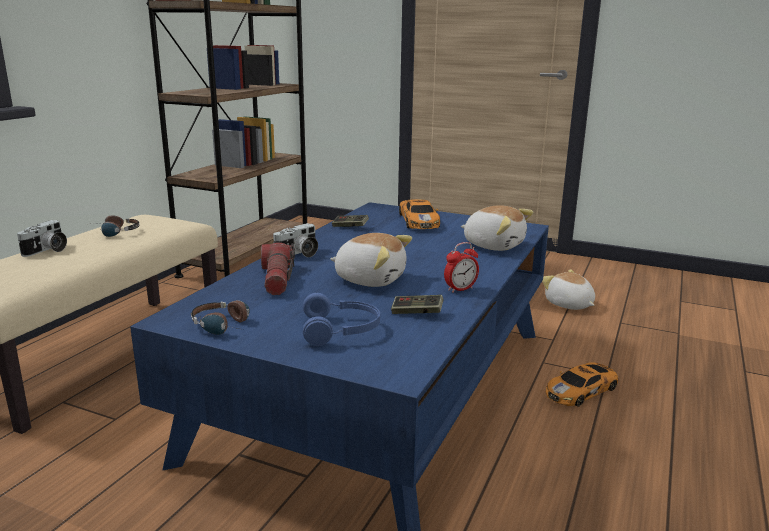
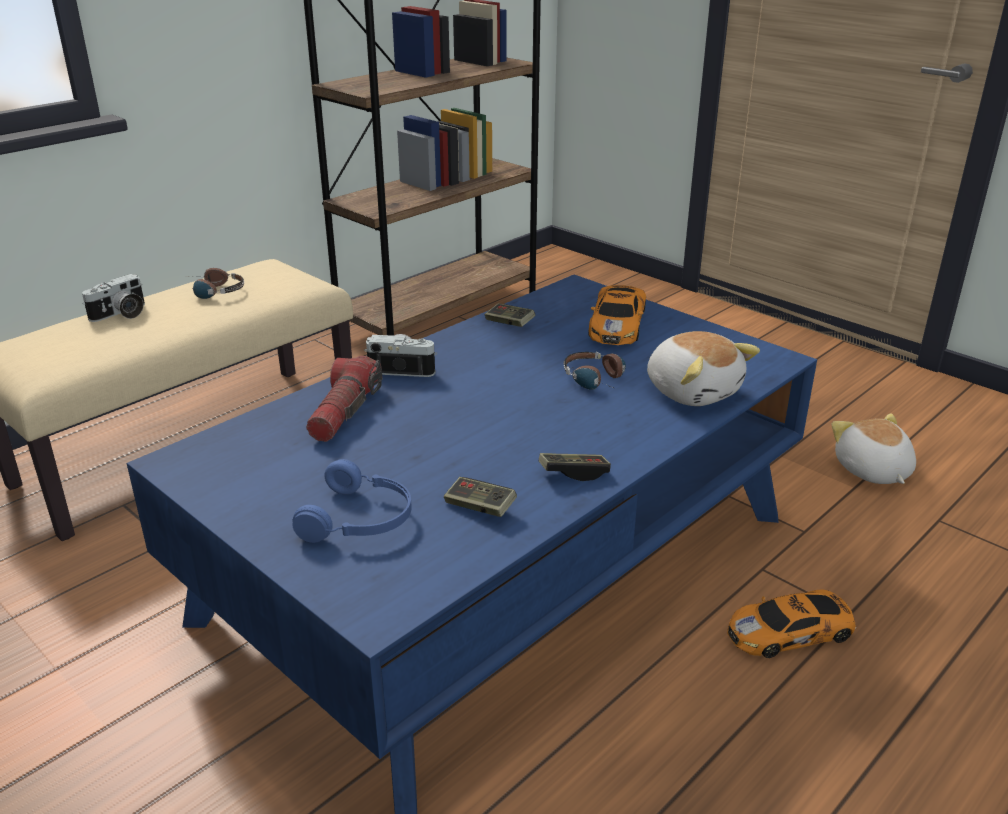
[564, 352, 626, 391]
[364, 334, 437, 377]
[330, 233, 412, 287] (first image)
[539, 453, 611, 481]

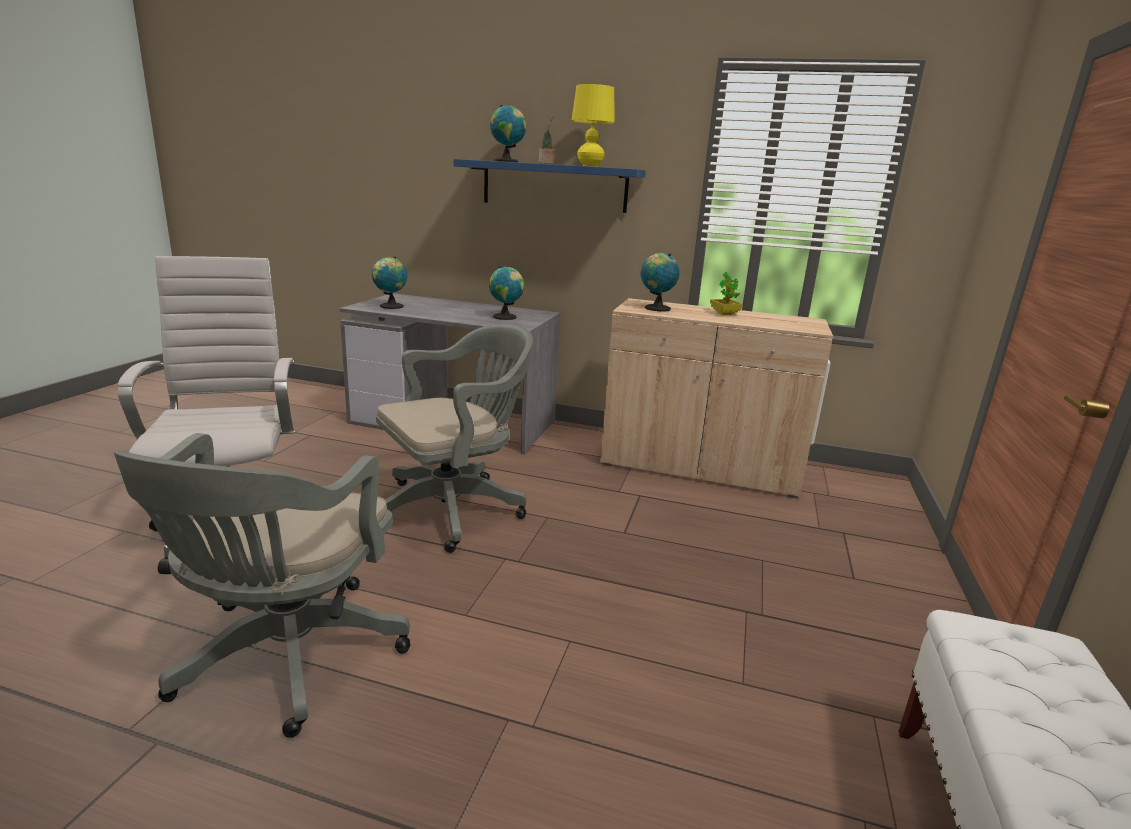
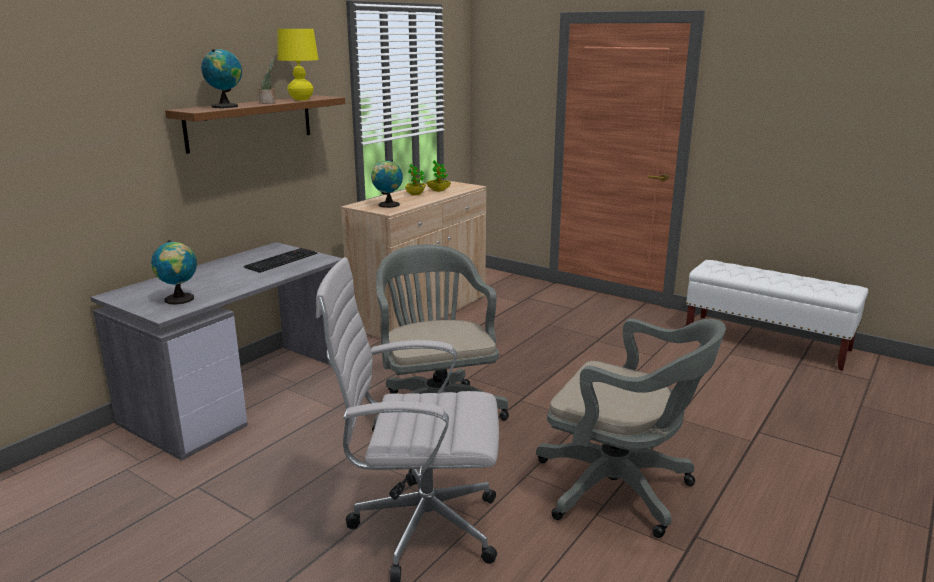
[165, 95, 345, 154]
[244, 248, 317, 273]
[427, 160, 451, 192]

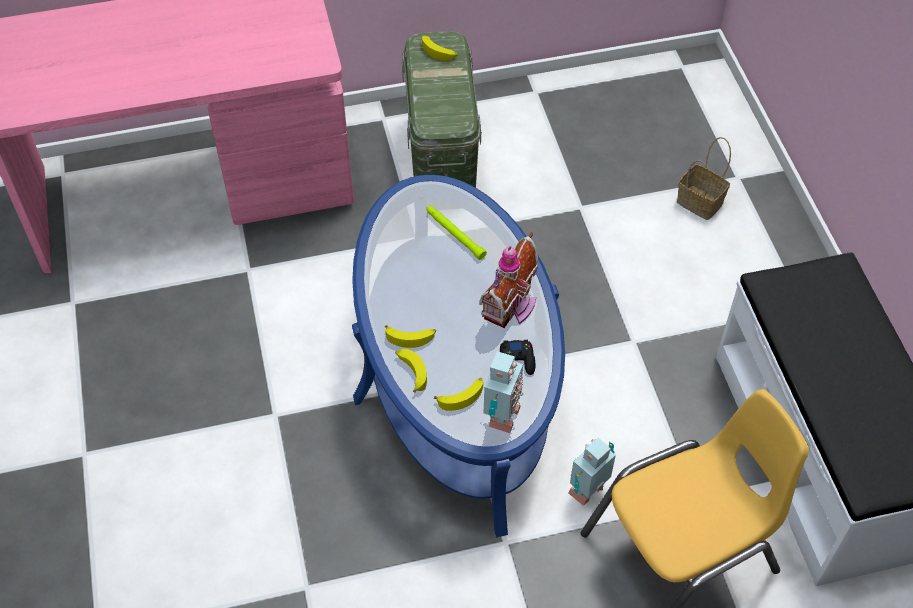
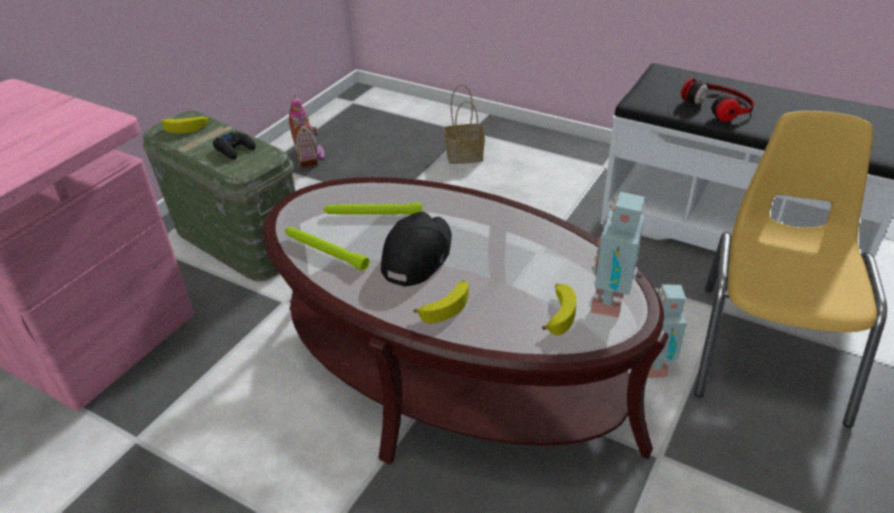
[262, 177, 669, 465]
[395, 349, 427, 393] (first image)
[289, 95, 325, 168]
[590, 192, 645, 318]
[213, 131, 256, 159]
[285, 227, 370, 271]
[381, 212, 452, 287]
[681, 78, 754, 122]

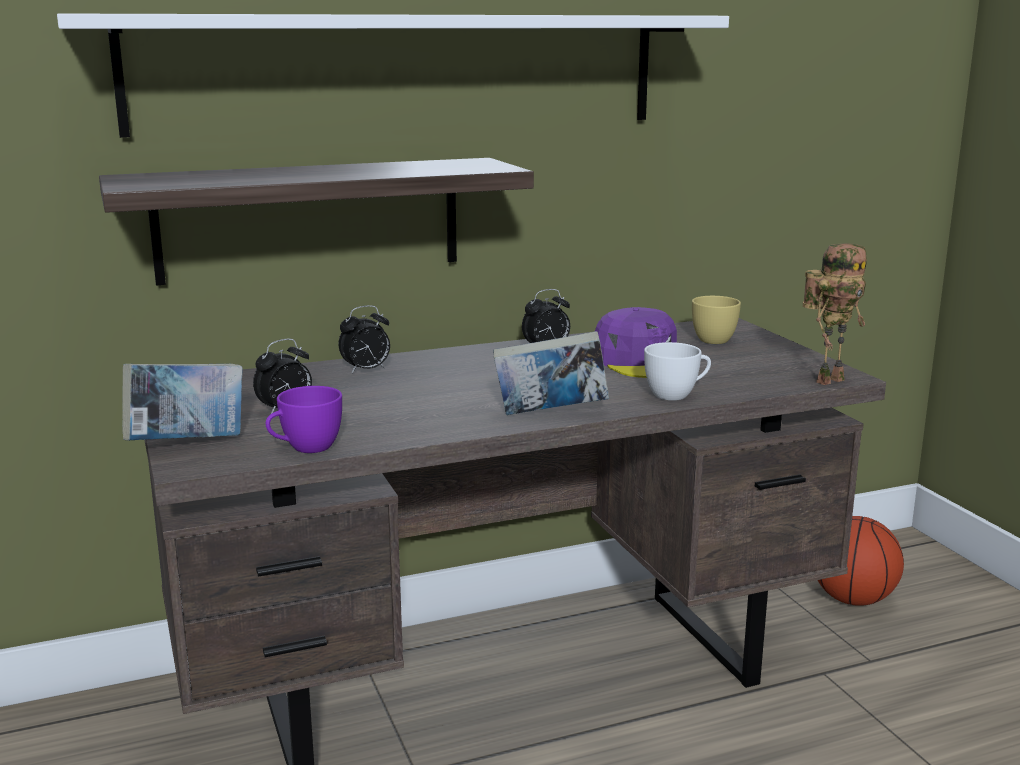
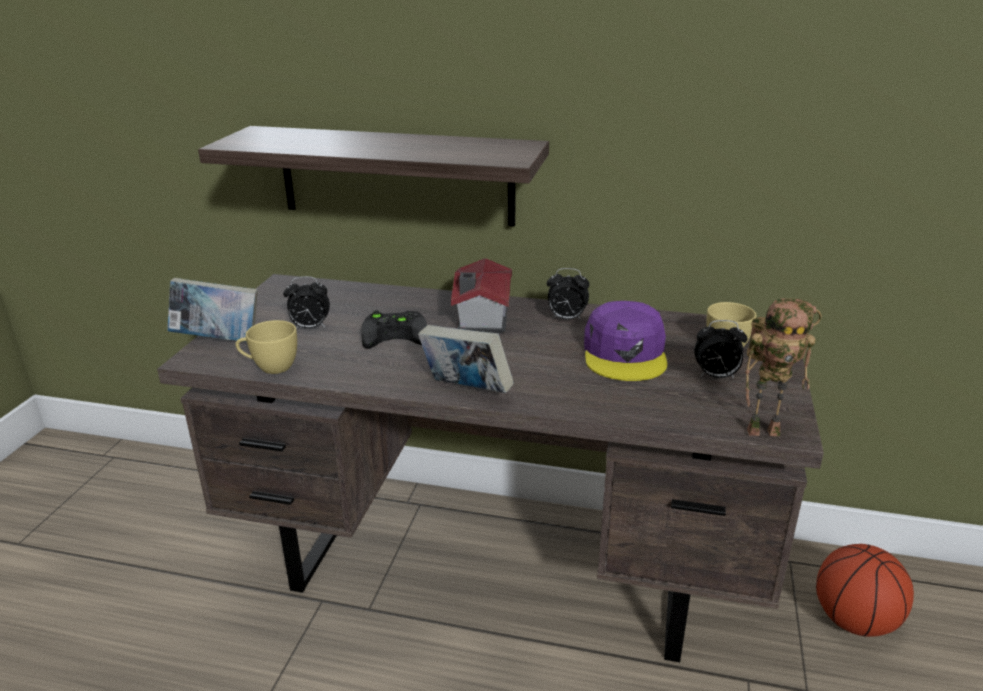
[57, 13, 729, 138] (first image)
[235, 320, 297, 374]
[694, 320, 747, 378]
[644, 342, 711, 401] (first image)
[361, 310, 427, 349]
[451, 258, 512, 333]

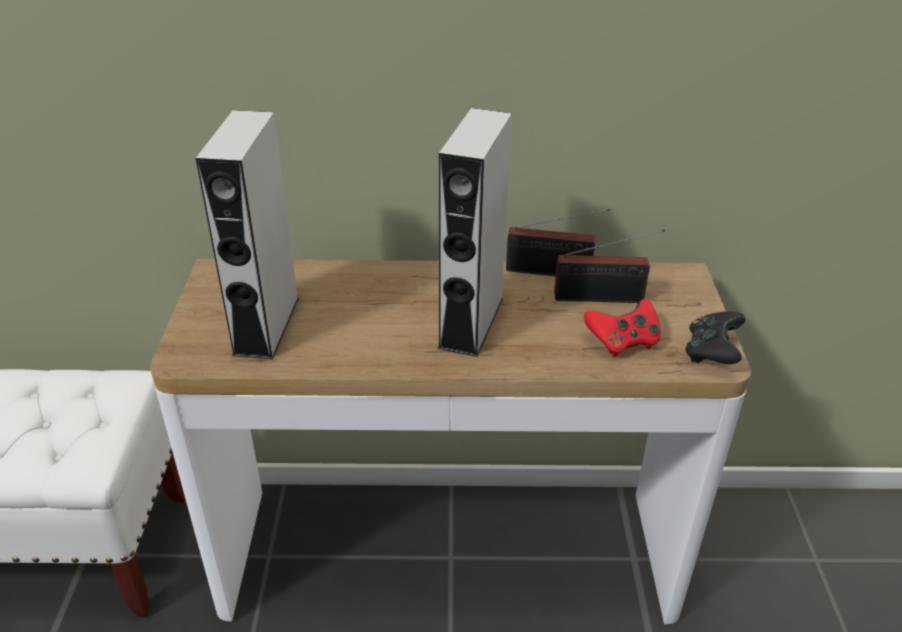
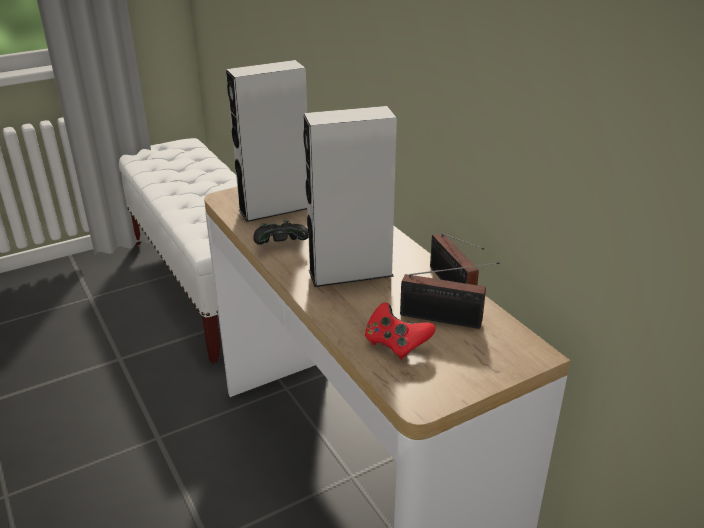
[400, 262, 499, 329]
[253, 220, 308, 245]

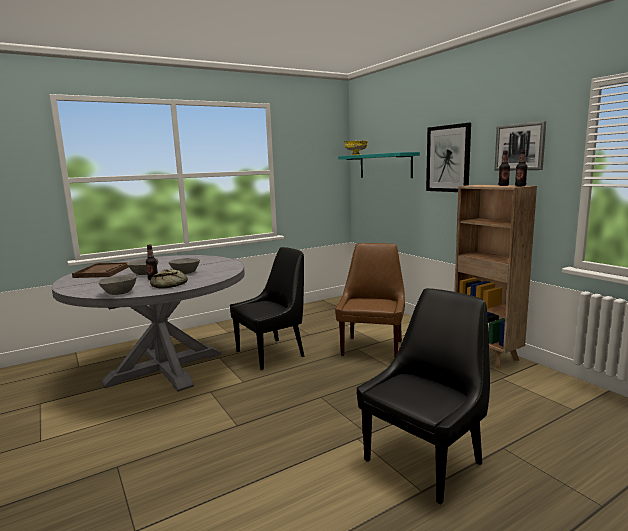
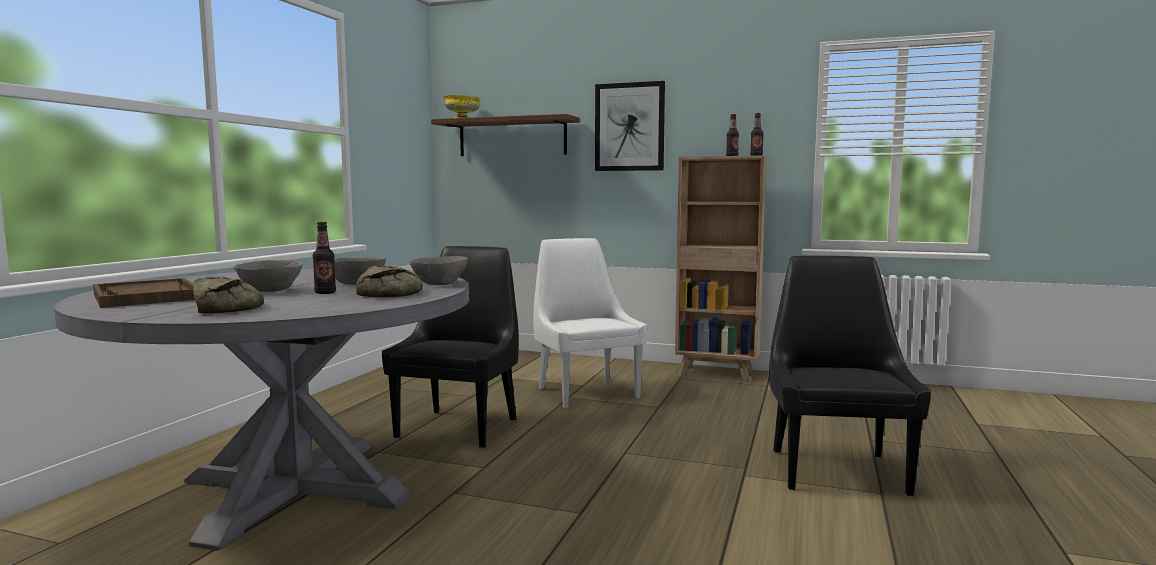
[410, 256, 468, 285]
[533, 238, 647, 408]
[431, 114, 579, 156]
[494, 121, 546, 171] (first image)
[193, 277, 264, 314]

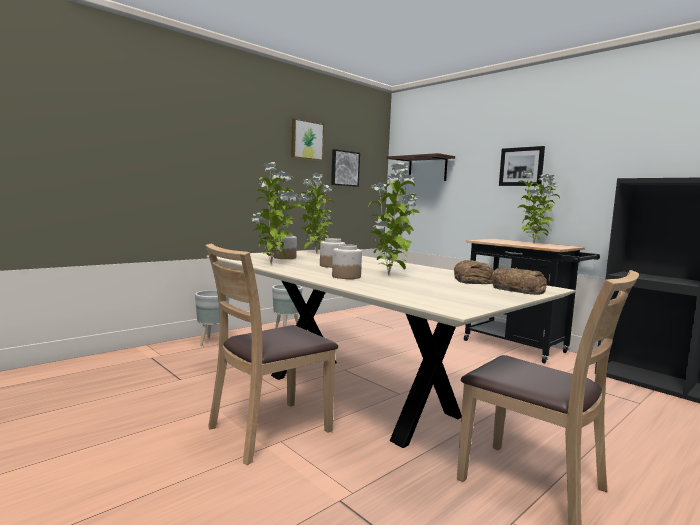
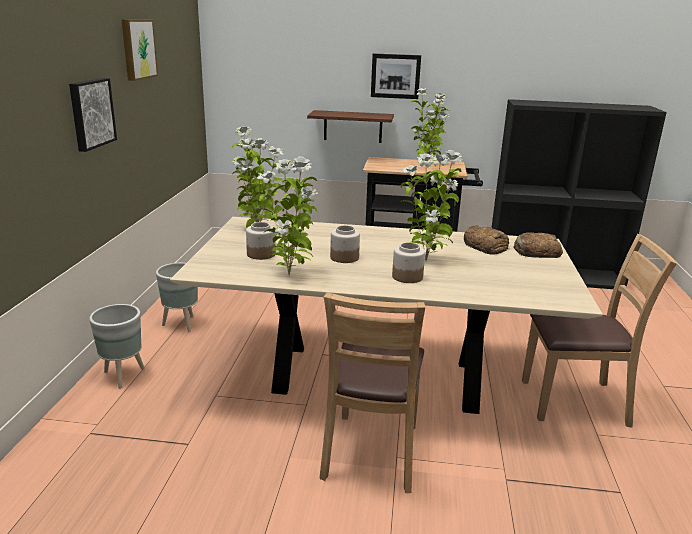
[69, 78, 117, 152]
[307, 110, 394, 143]

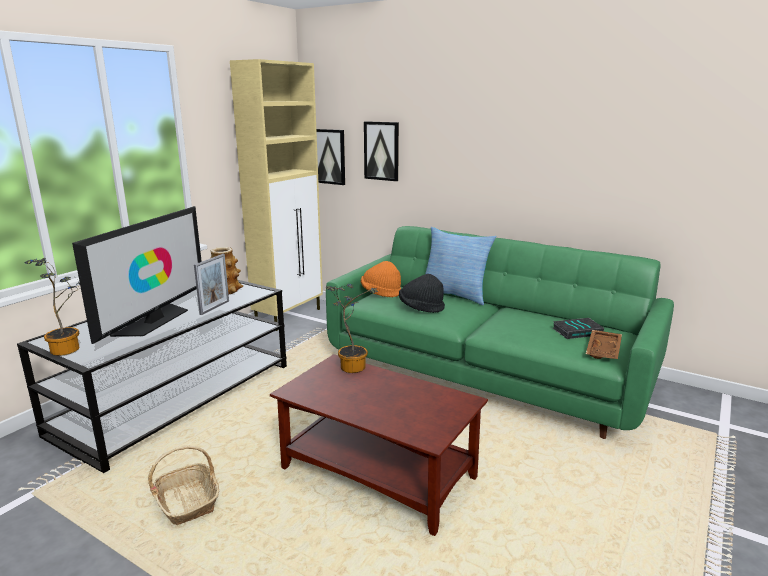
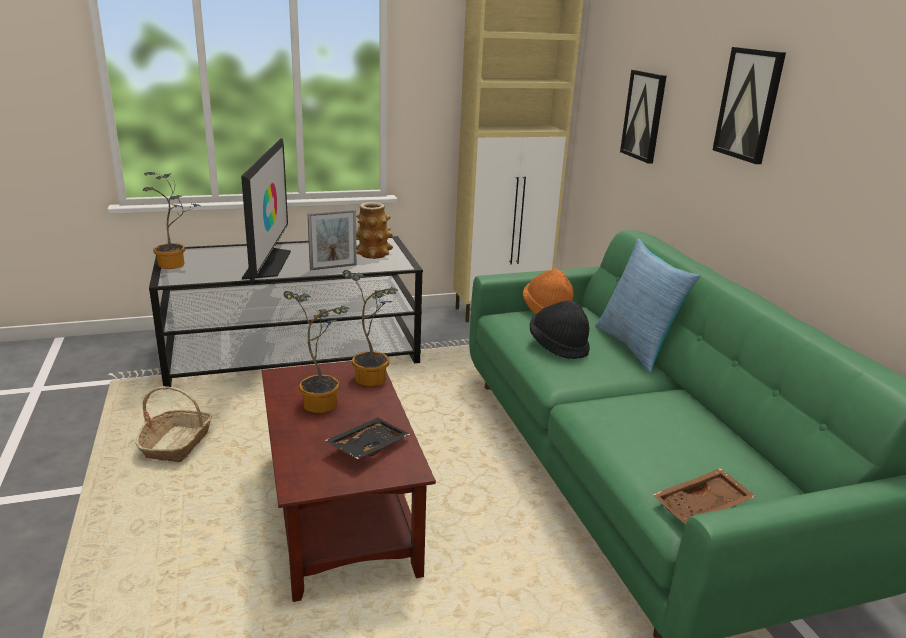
[241, 138, 291, 283]
[713, 47, 786, 164]
[553, 318, 604, 339] (first image)
[283, 291, 349, 413]
[324, 417, 410, 459]

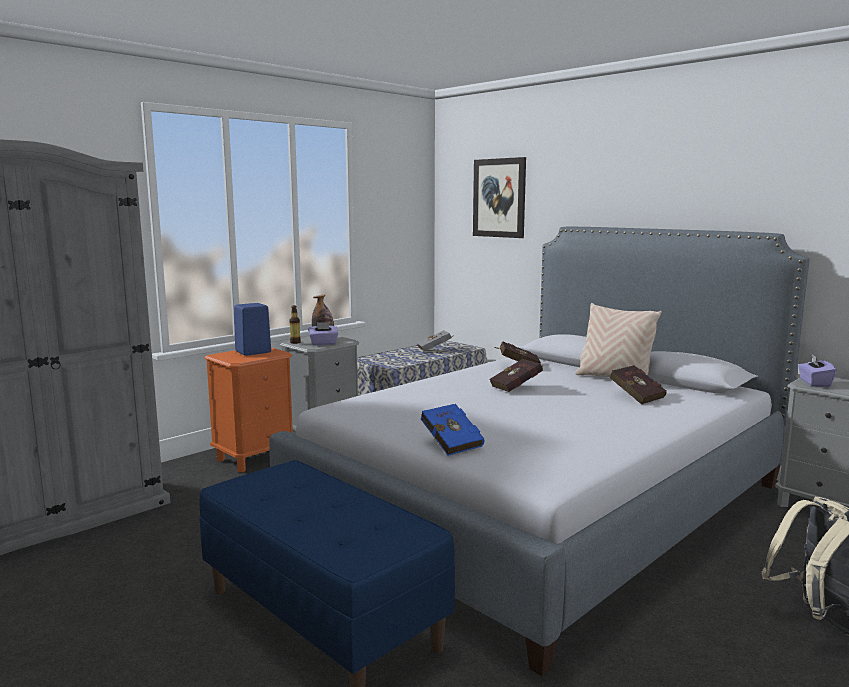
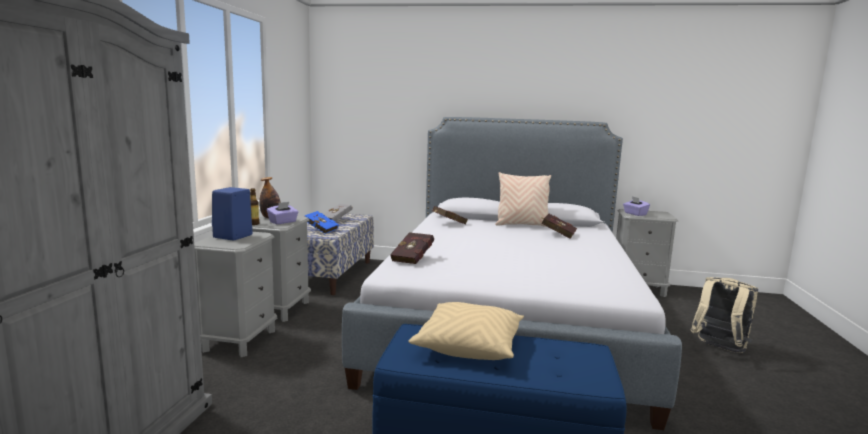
[194, 232, 277, 357]
[304, 211, 339, 234]
[473, 157, 526, 238] (first image)
[390, 232, 434, 264]
[408, 302, 524, 360]

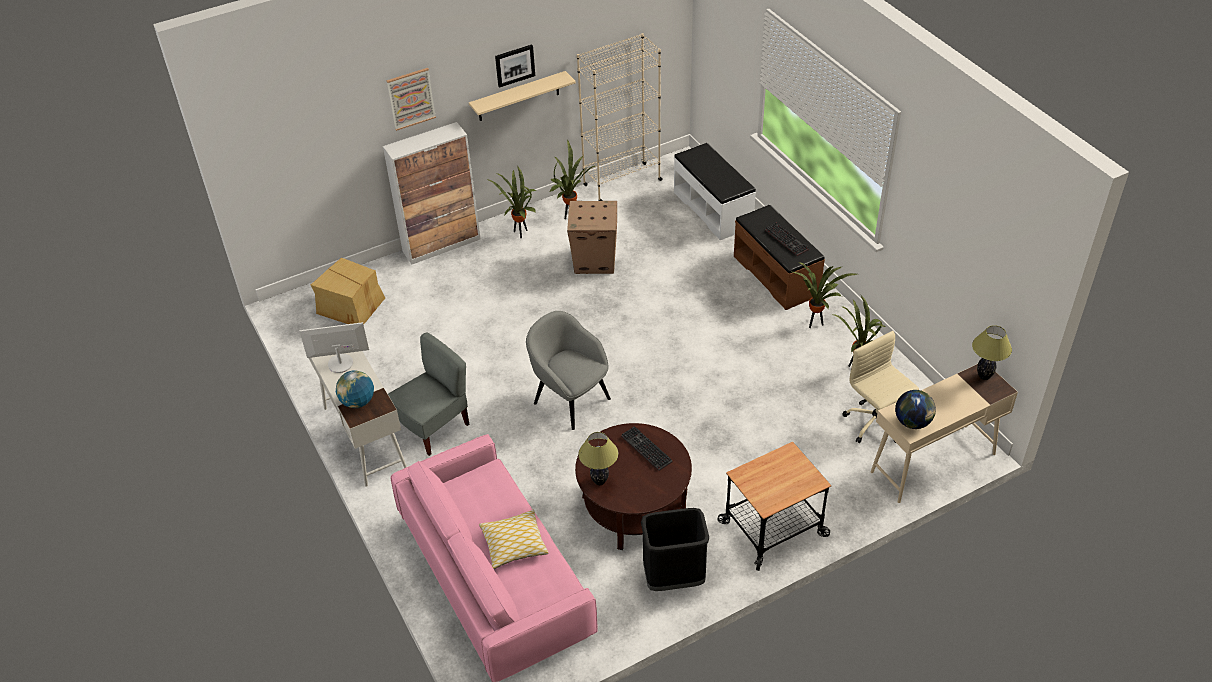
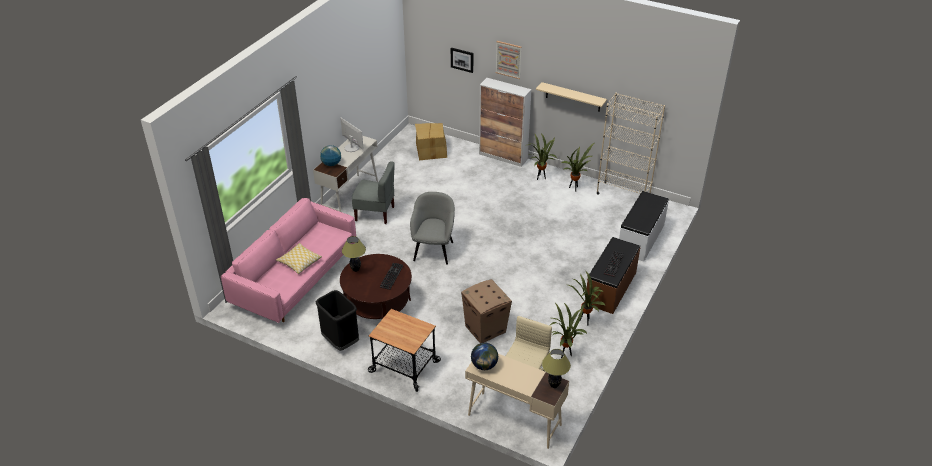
[451, 47, 473, 73]
[461, 279, 512, 343]

